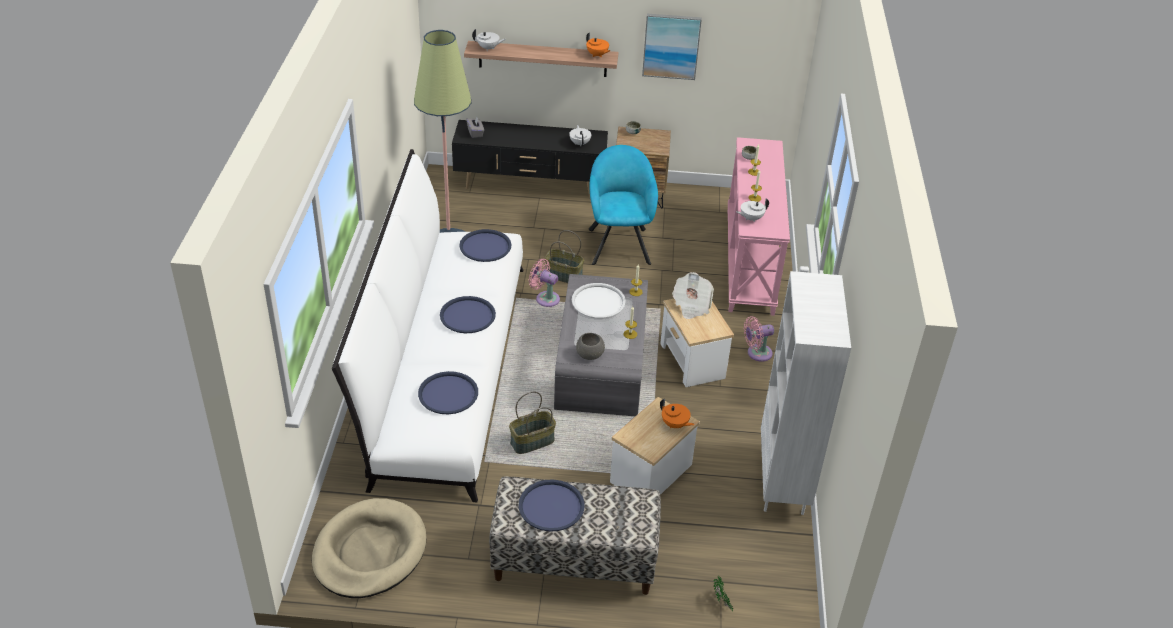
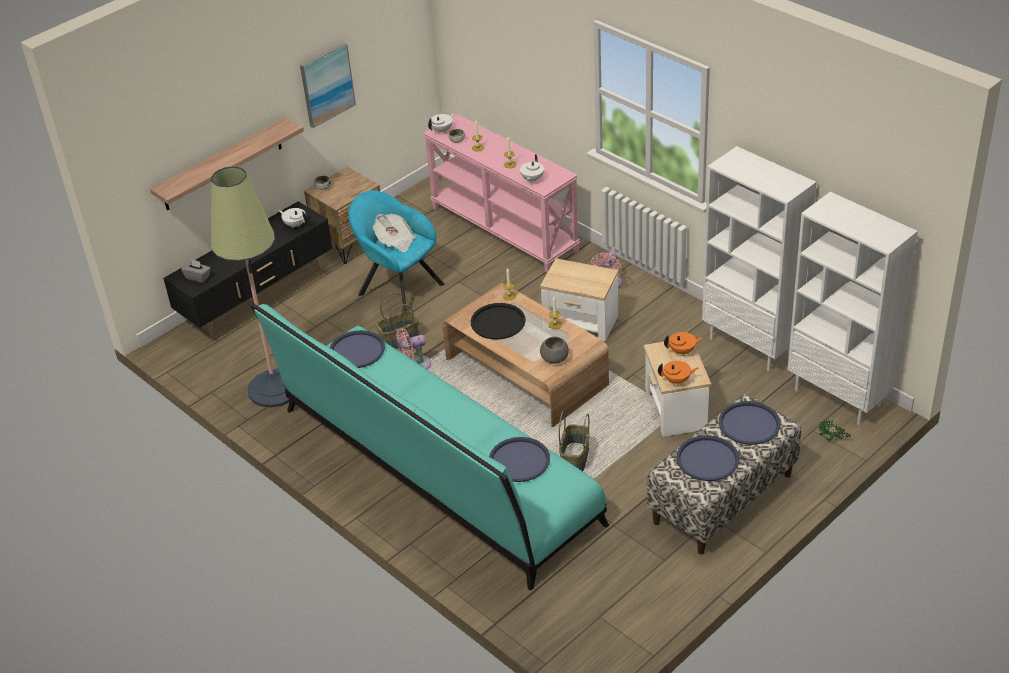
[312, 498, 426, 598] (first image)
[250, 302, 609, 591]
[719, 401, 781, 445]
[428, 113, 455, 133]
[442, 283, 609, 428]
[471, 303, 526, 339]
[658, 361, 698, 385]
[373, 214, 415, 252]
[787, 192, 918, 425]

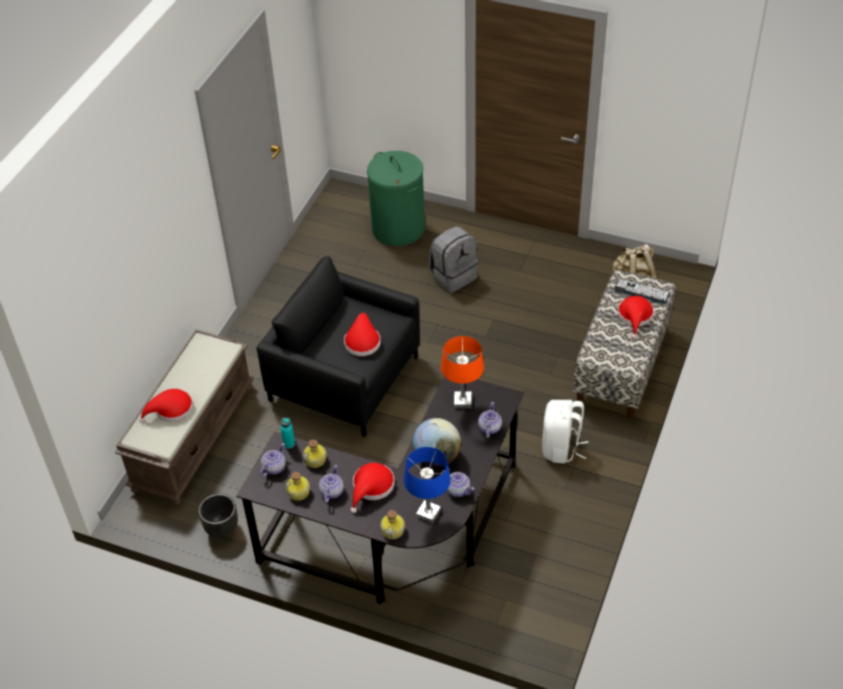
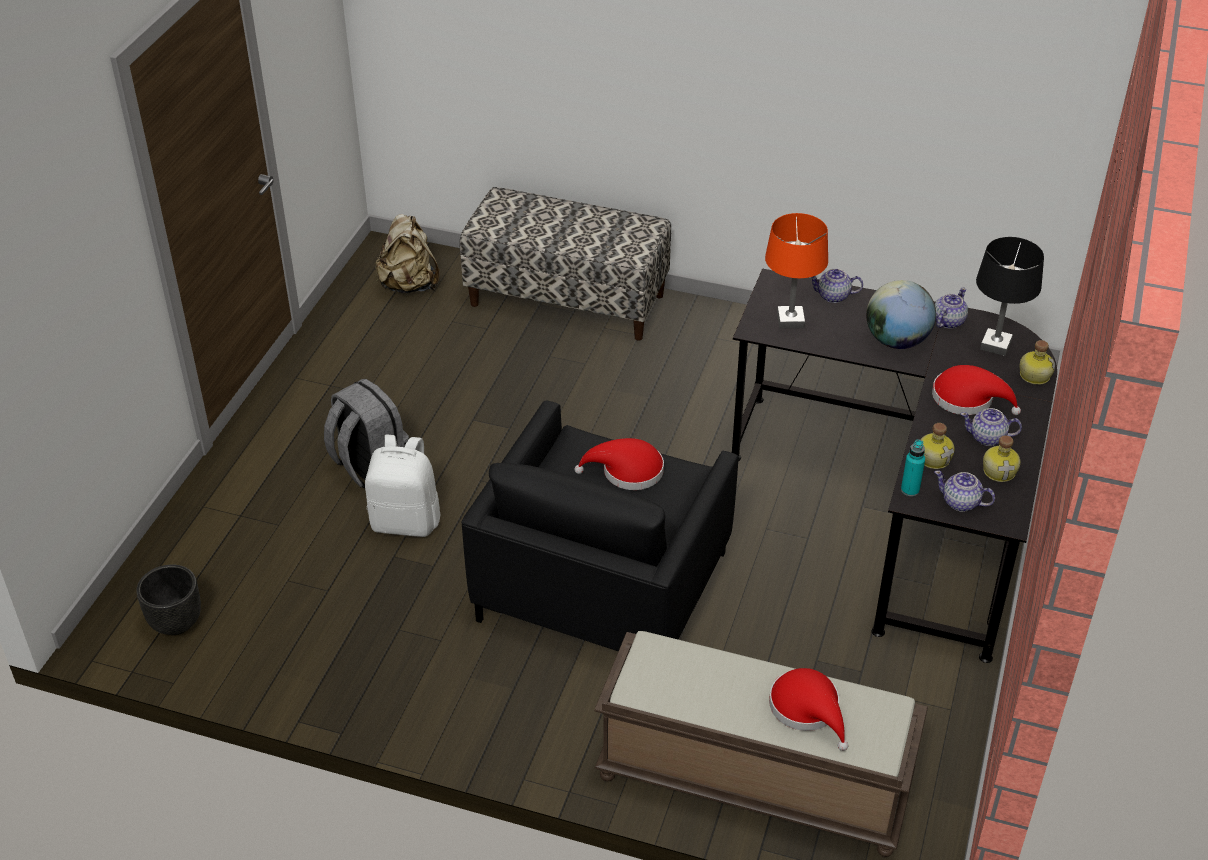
[136, 565, 201, 635]
[367, 151, 425, 246] (first image)
[976, 237, 1044, 356]
[365, 434, 440, 537]
[614, 278, 670, 304] (first image)
[618, 296, 654, 339] (first image)

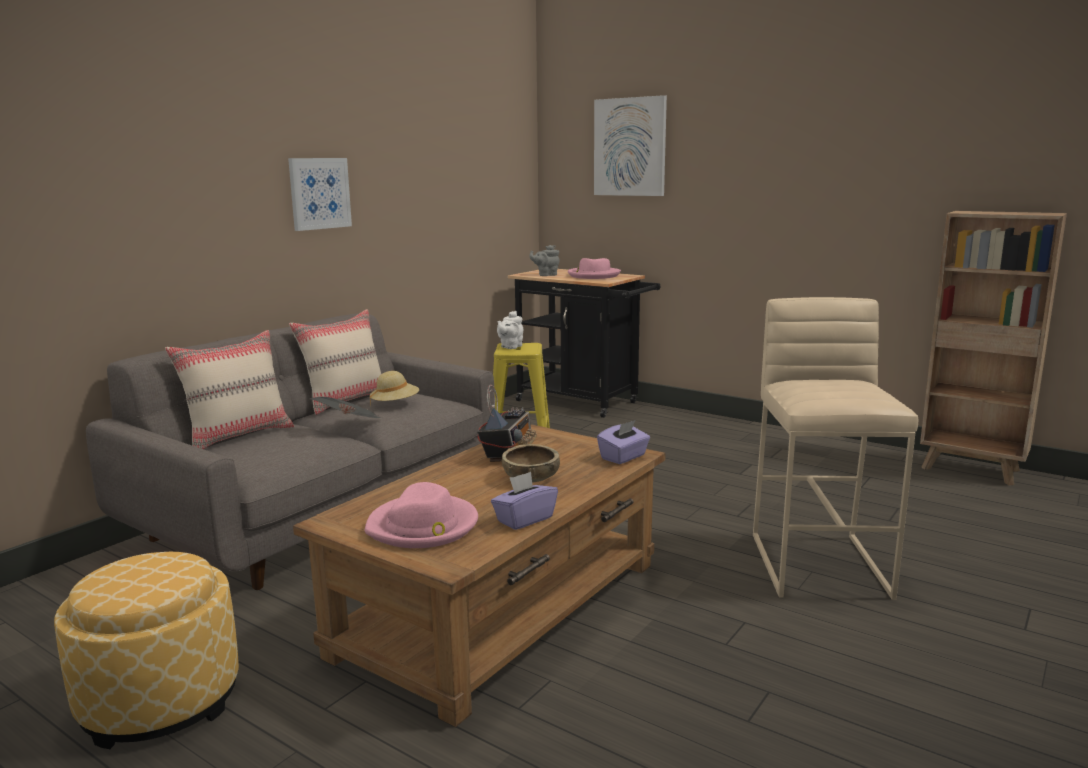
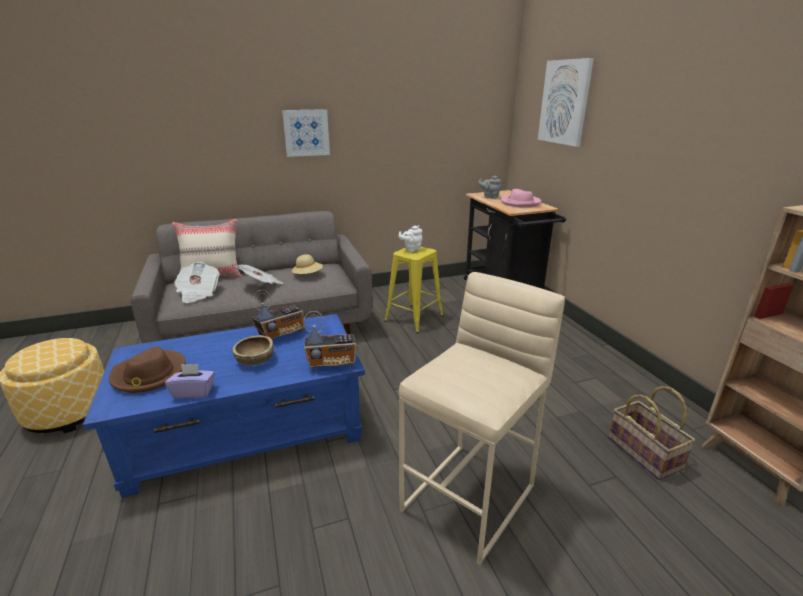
[289, 309, 381, 415] (first image)
[83, 314, 365, 498]
[109, 347, 186, 393]
[303, 311, 357, 371]
[174, 262, 220, 303]
[608, 386, 695, 480]

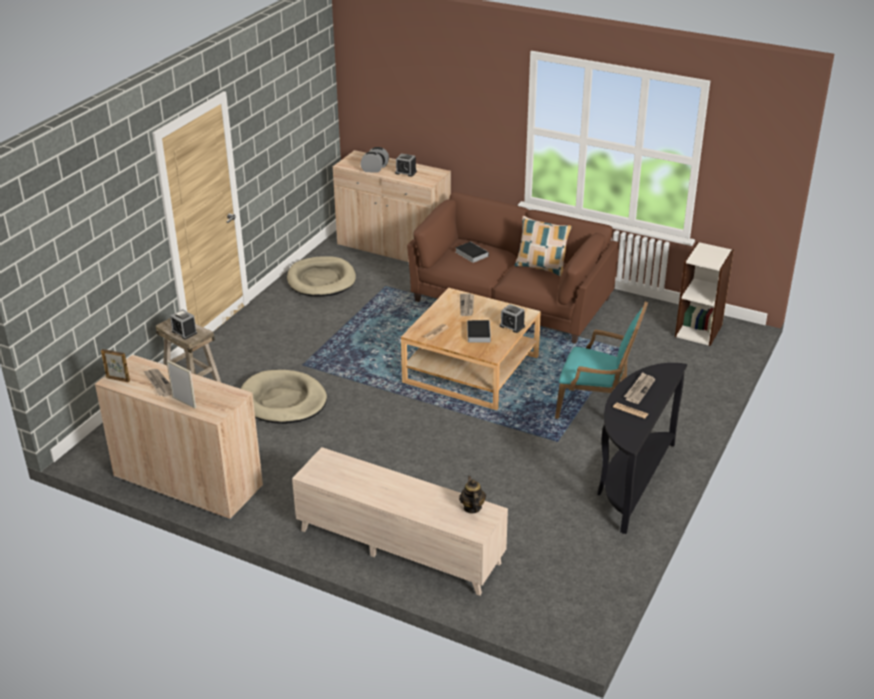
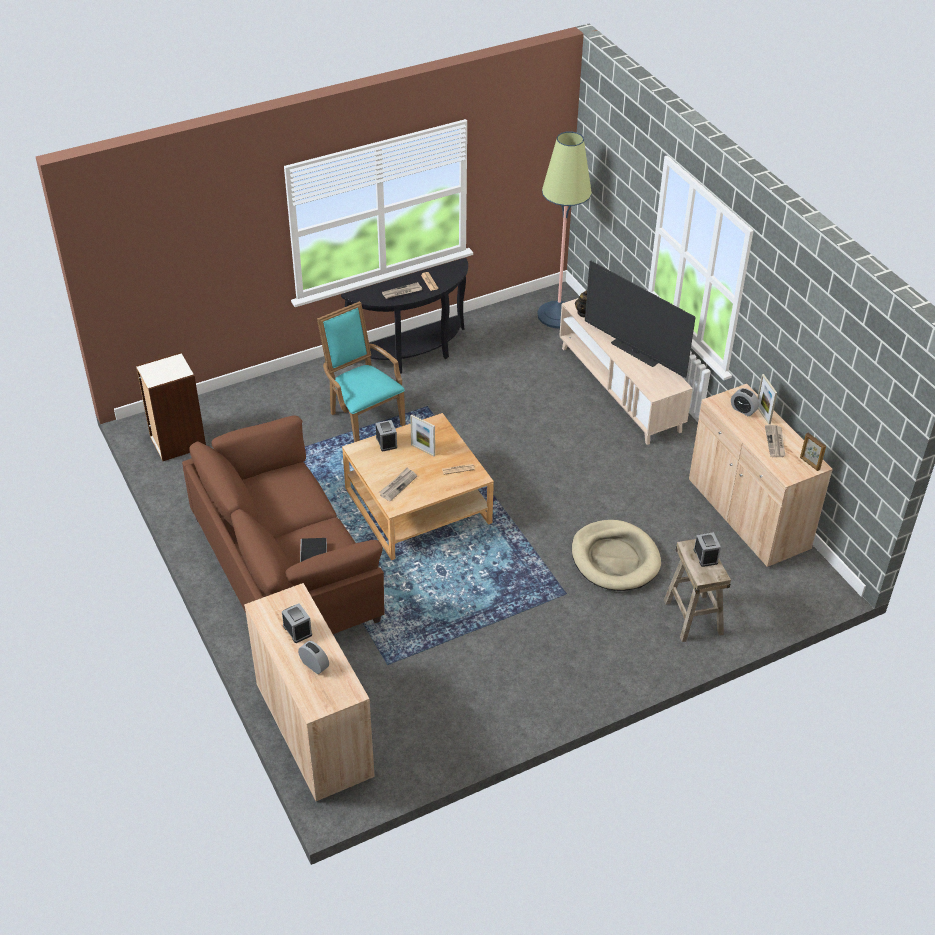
[287, 256, 356, 296] (first image)
[731, 388, 759, 416]
[410, 414, 435, 456]
[514, 216, 572, 276] (first image)
[537, 131, 592, 329]
[585, 261, 696, 378]

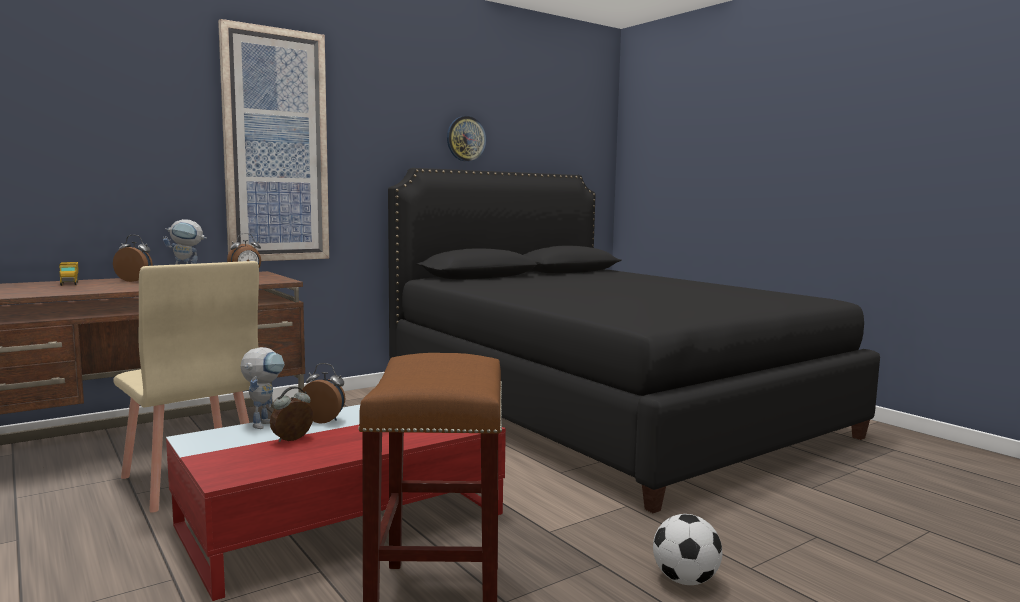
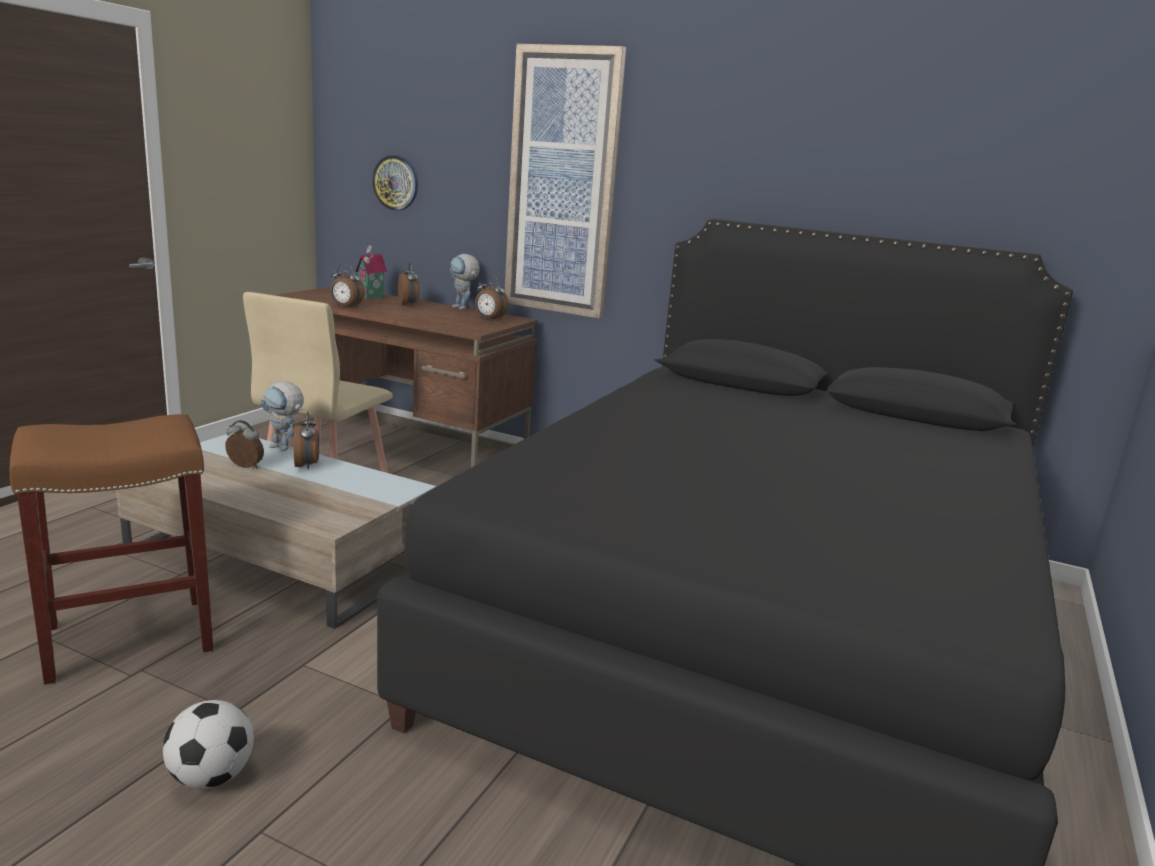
[355, 245, 387, 299]
[116, 433, 436, 629]
[260, 381, 304, 452]
[372, 155, 418, 211]
[330, 264, 365, 309]

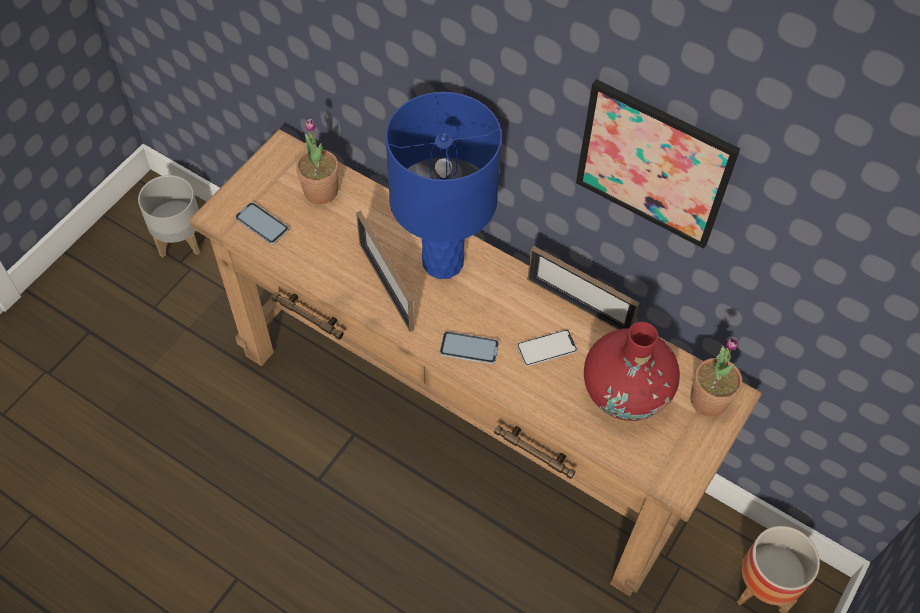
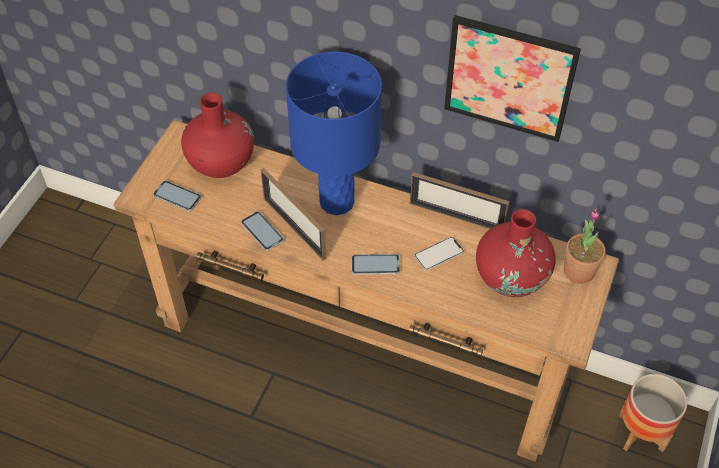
[138, 175, 200, 258] (first image)
[181, 93, 254, 178]
[241, 211, 284, 251]

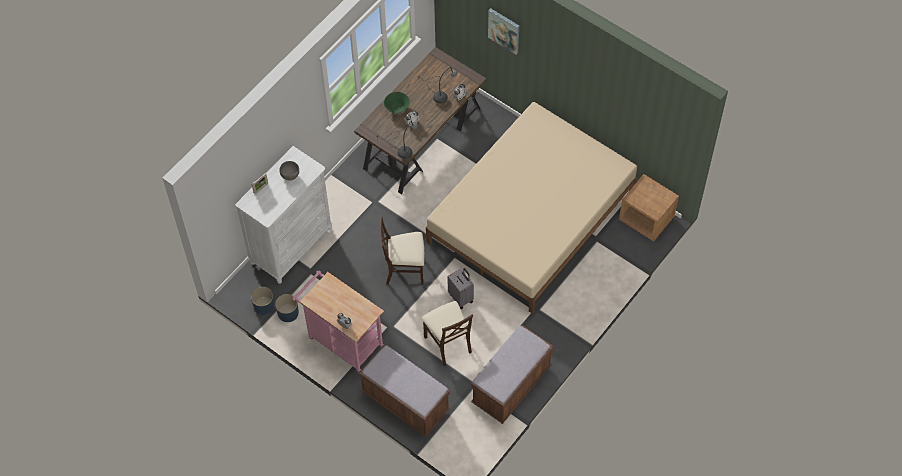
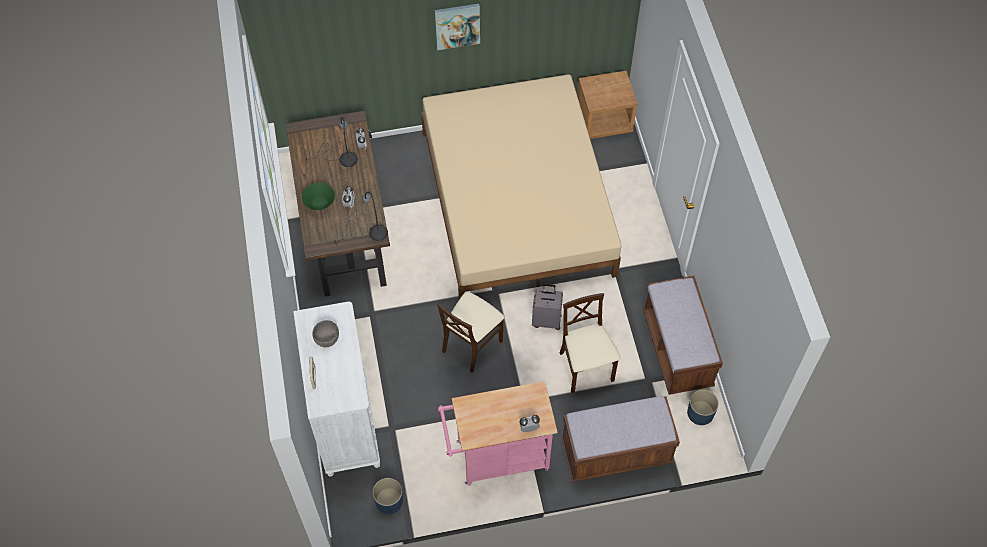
[687, 390, 719, 425]
[560, 293, 621, 393]
[434, 4, 480, 50]

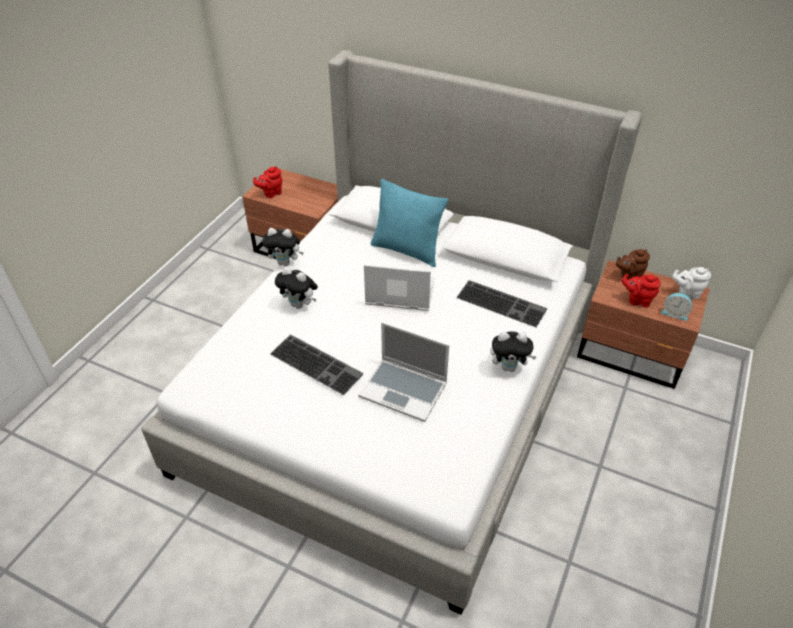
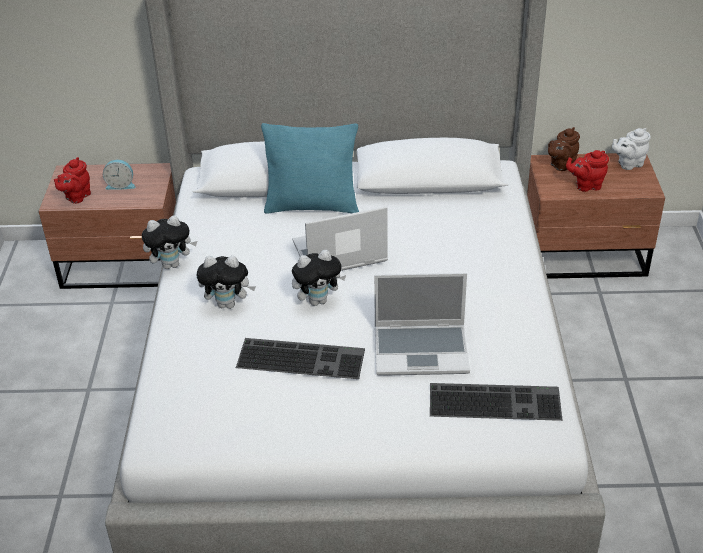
[430, 383, 562, 421]
[292, 250, 346, 306]
[103, 160, 135, 190]

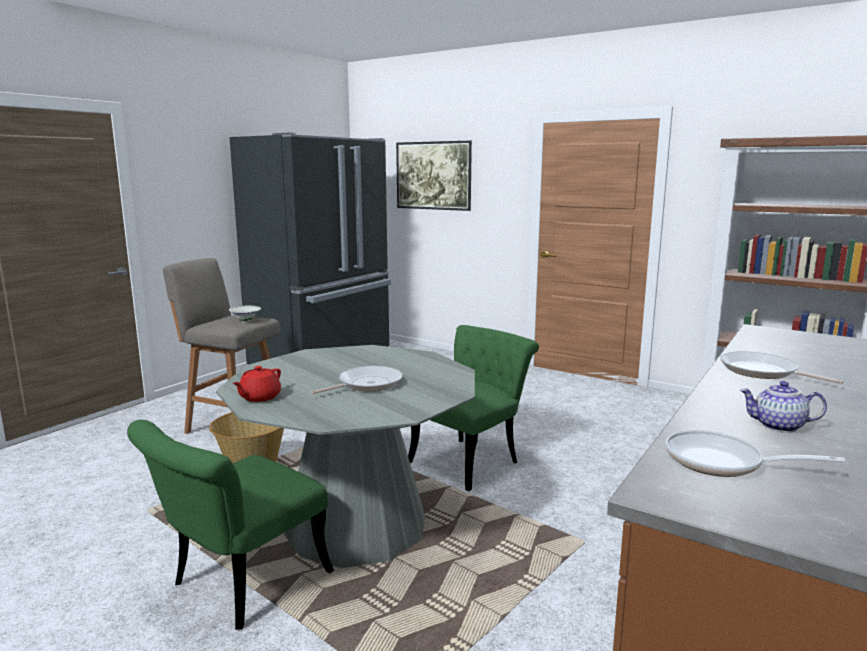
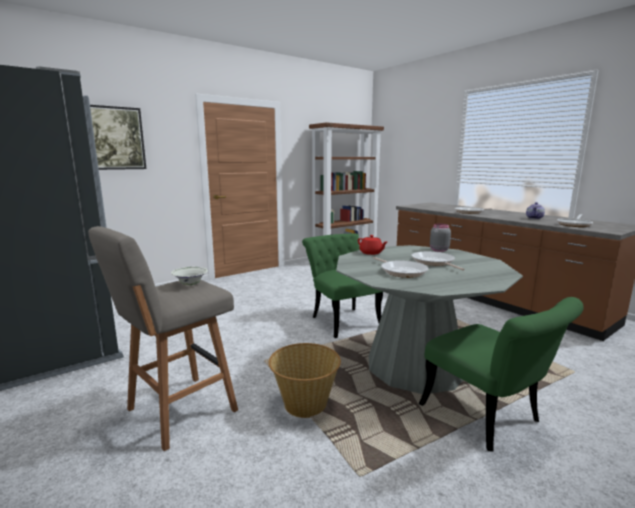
[358, 235, 387, 255]
[373, 257, 429, 278]
[430, 224, 451, 252]

